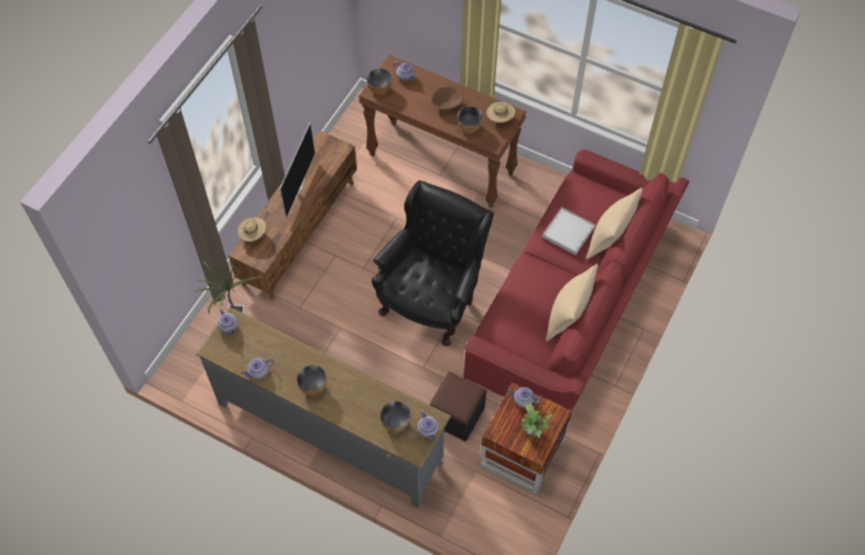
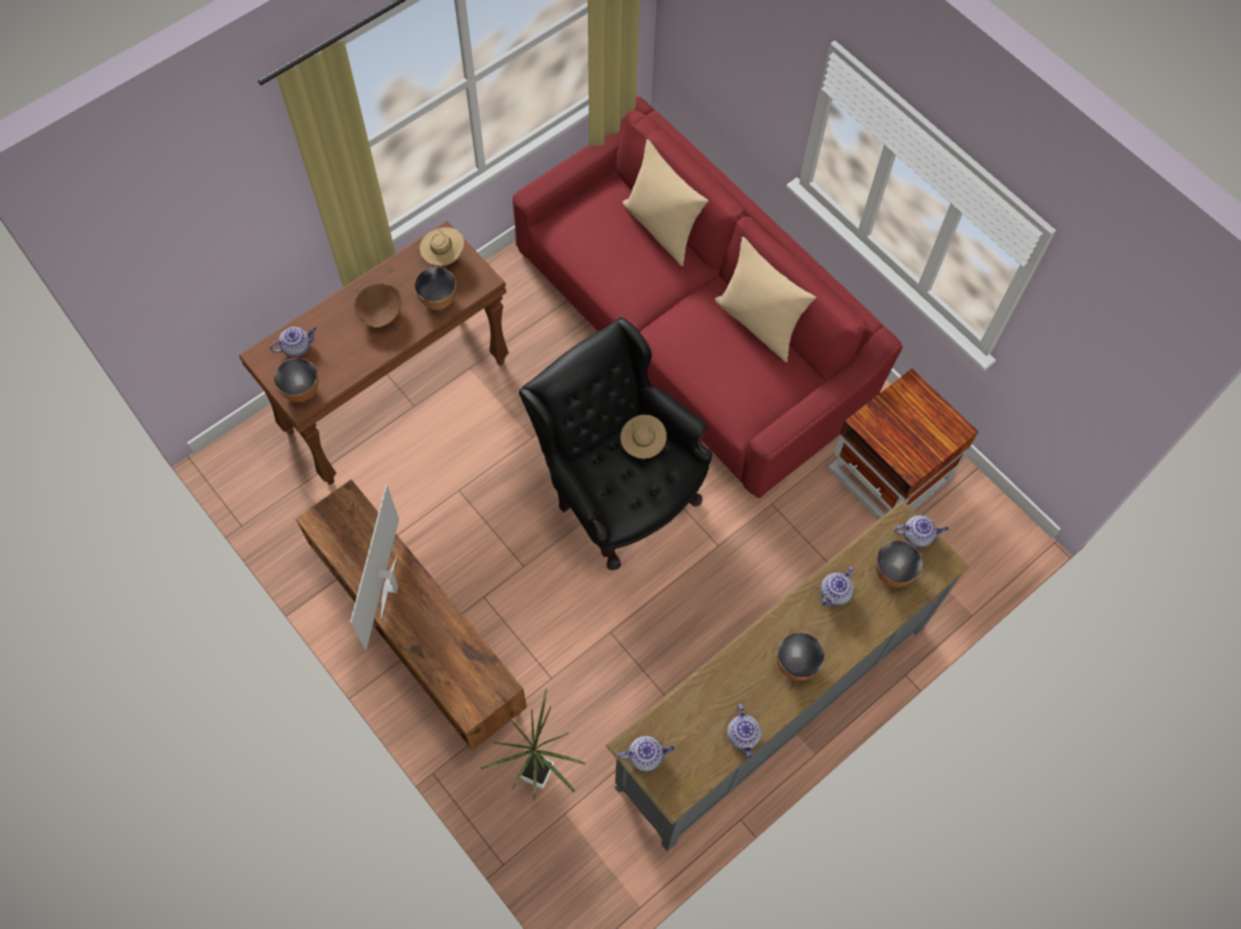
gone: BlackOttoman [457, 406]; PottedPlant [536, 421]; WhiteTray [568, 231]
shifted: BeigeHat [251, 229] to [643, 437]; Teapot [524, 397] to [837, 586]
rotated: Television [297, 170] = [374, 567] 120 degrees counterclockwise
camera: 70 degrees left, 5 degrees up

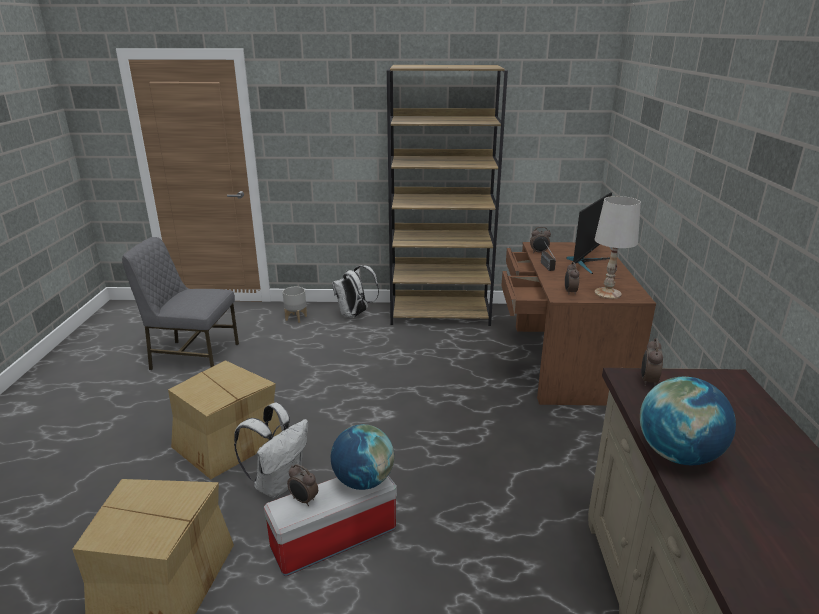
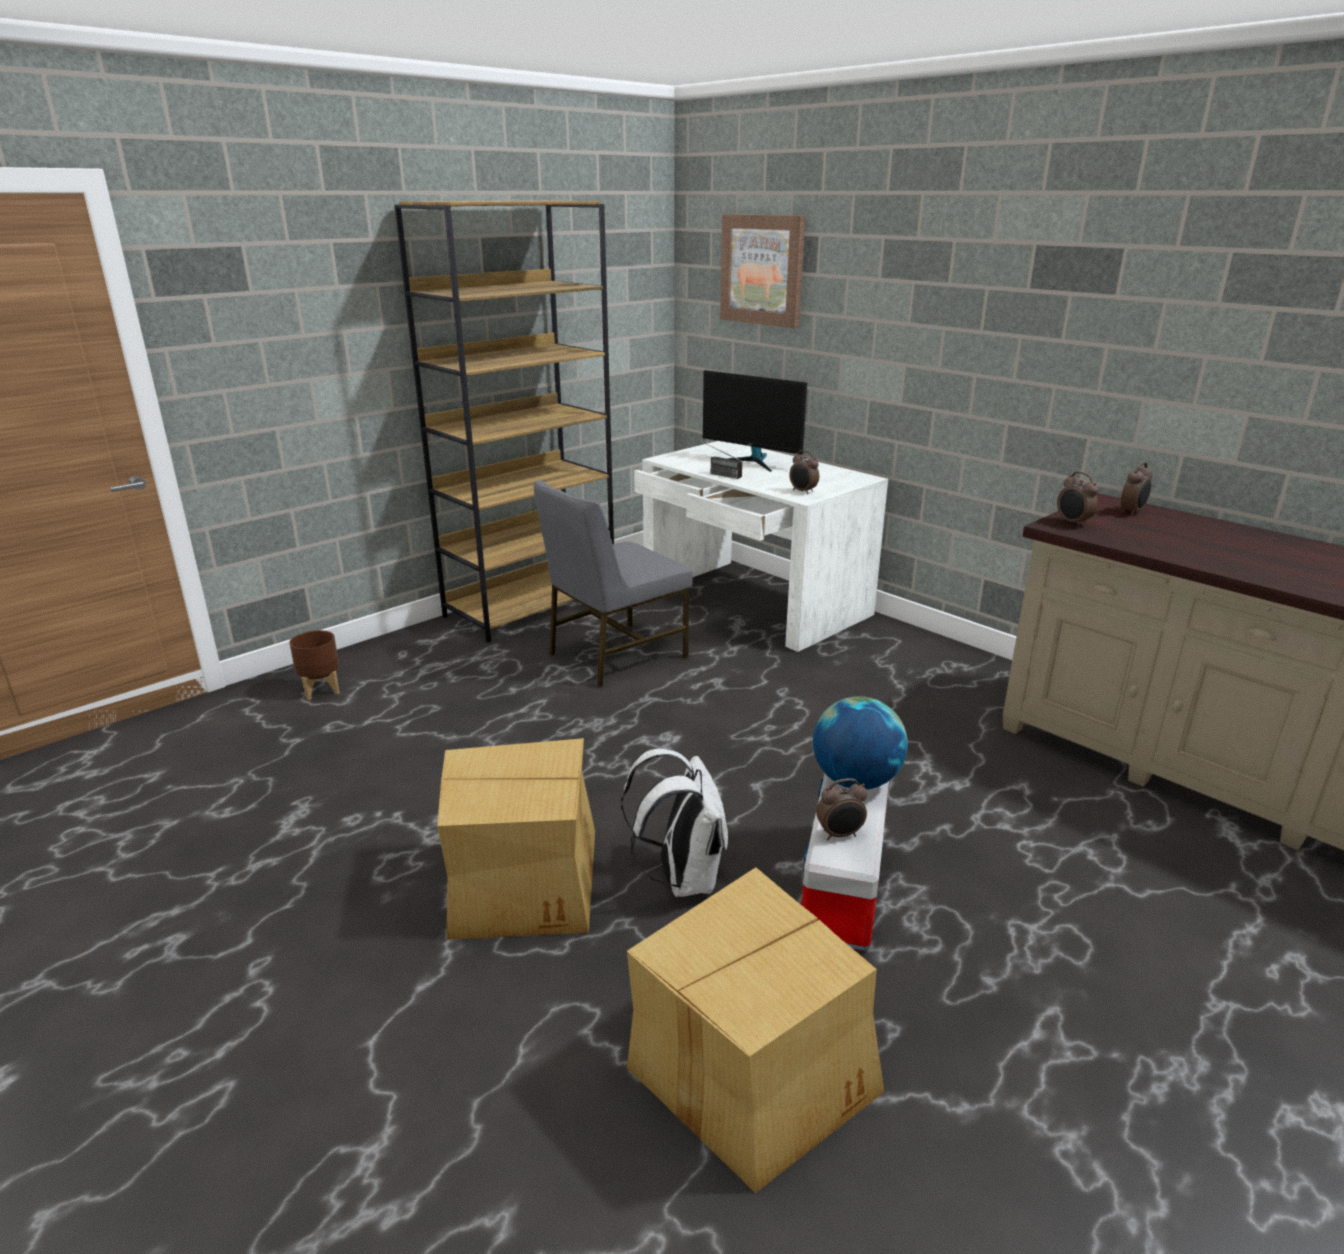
gone: WhiteBackpack [355, 291]; WhiteTableLamp [618, 247]; Globe [688, 421]
new: Picture [762, 271]
shifted: GreyChair [180, 303] to [613, 584]; AlarmClock [540, 240] to [1137, 488]
repainted: GreyPlanter [295, 305] to BrownPlanter [314, 665]; BrownDesk [578, 324] to WhiteDesk [761, 546]
rotated: Monitor [589, 233] = [754, 421] 135 degrees clockwise
camera: 45 degrees left, 0 degrees up

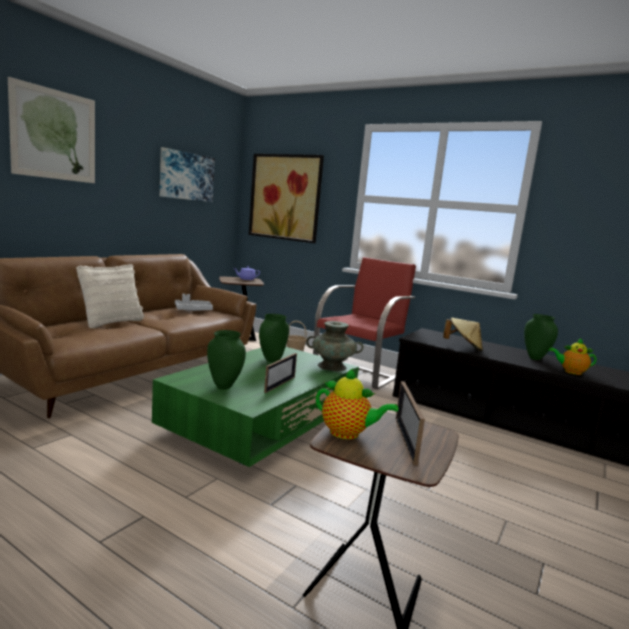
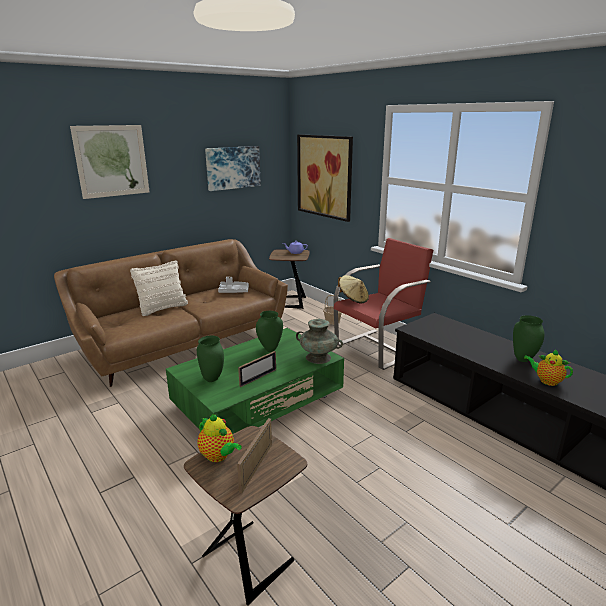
shifted: BeigeHat [463, 334] to [353, 289]
camera: 20 degrees right, 10 degrees up

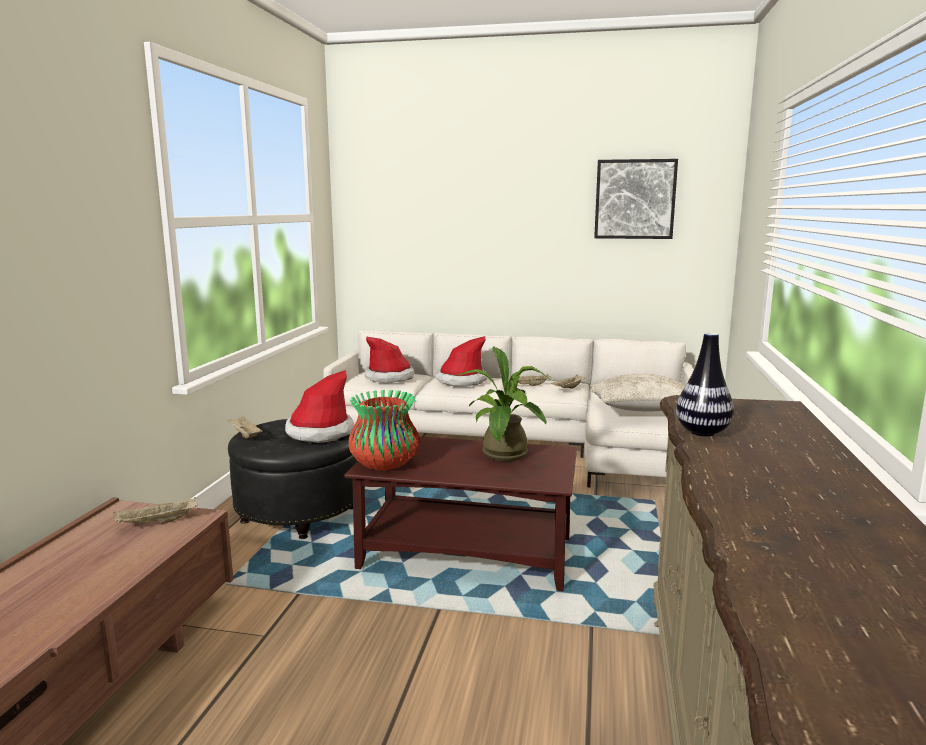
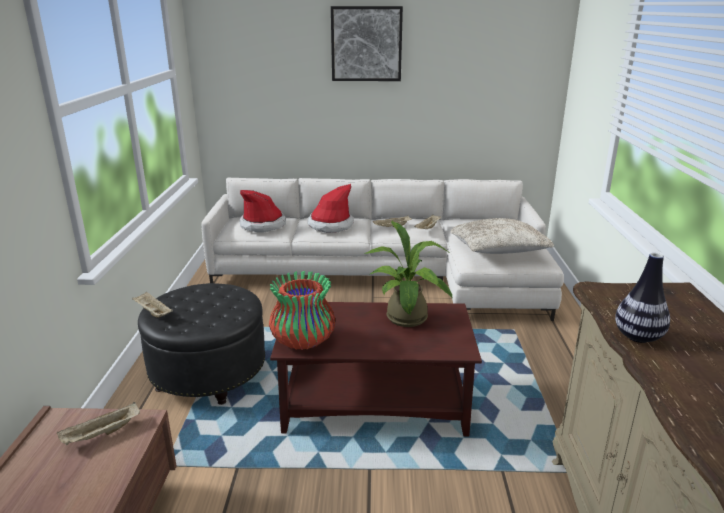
gone: Hat [319, 406]
shifted: Picture [636, 199] to [367, 43]
camera: 10 degrees left, 10 degrees up

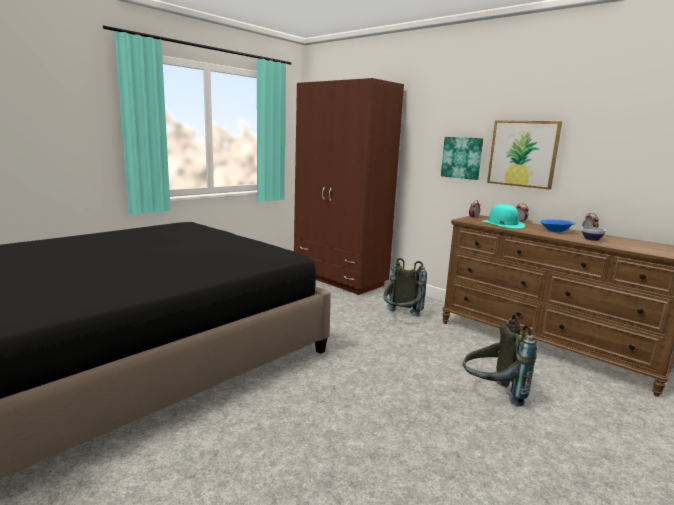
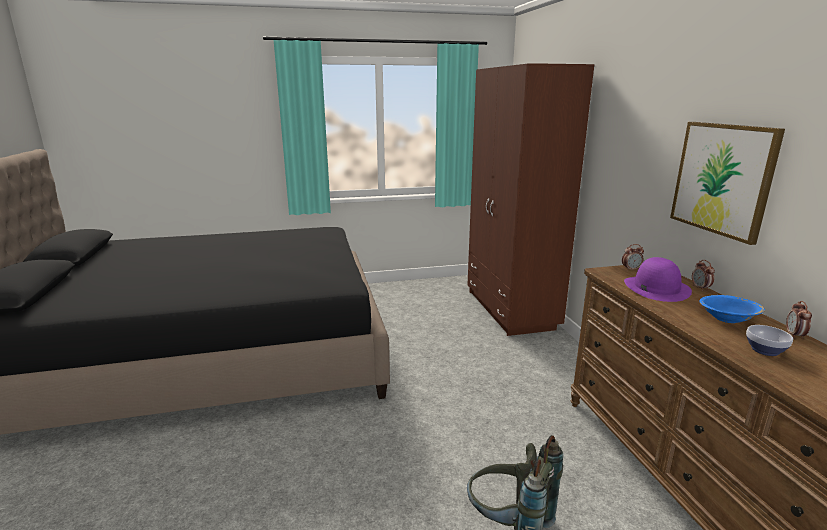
gone: GreyBackpack [405, 287]; Picture [462, 158]
repainted: TurquoiseHat [504, 216] to PurpleHat [658, 279]
camera: 35 degrees right, 5 degrees up

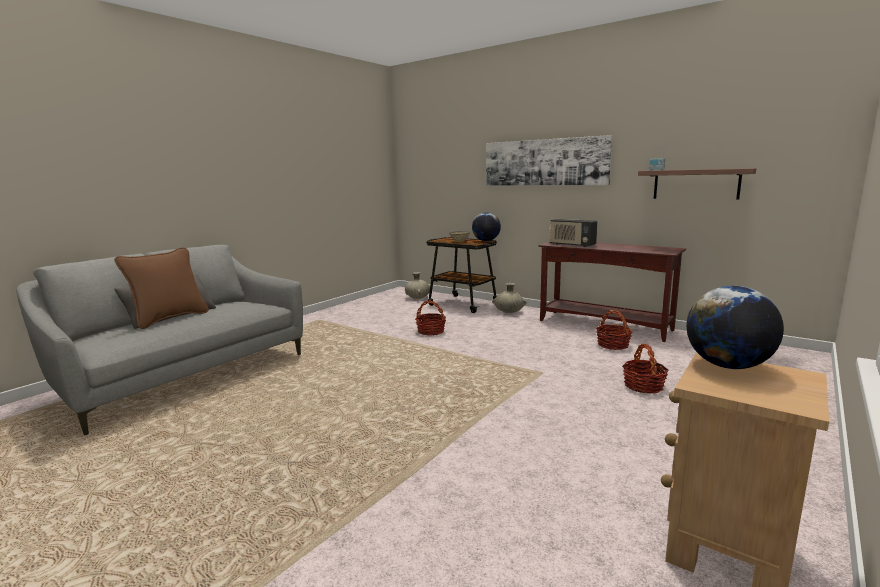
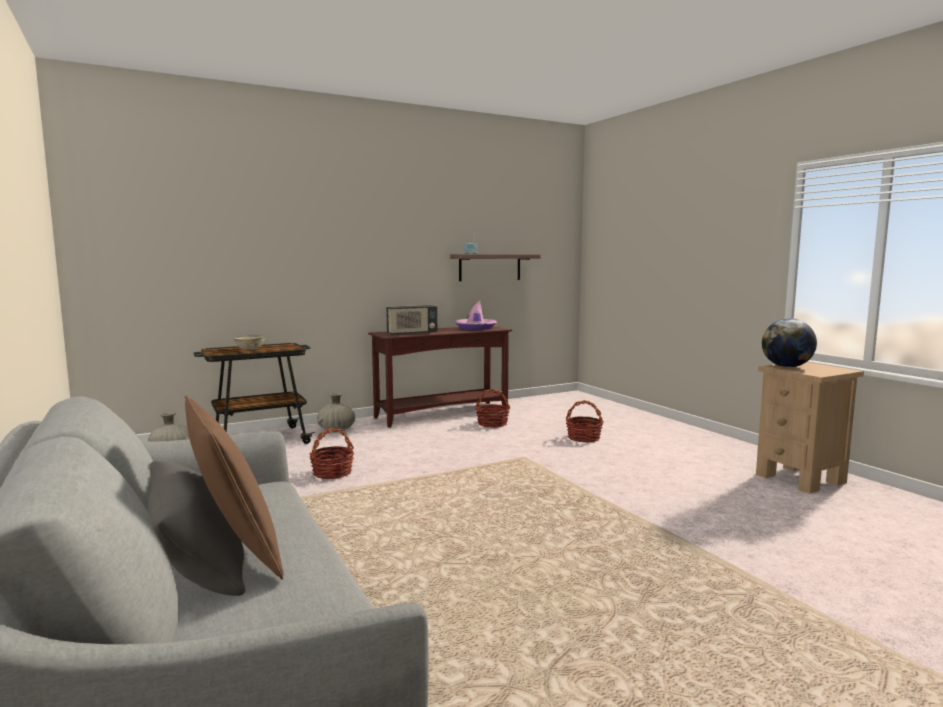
gone: Globe [486, 226]; Picture [549, 160]
new: PinkHat [476, 315]
camera: 65 degrees left, 5 degrees down

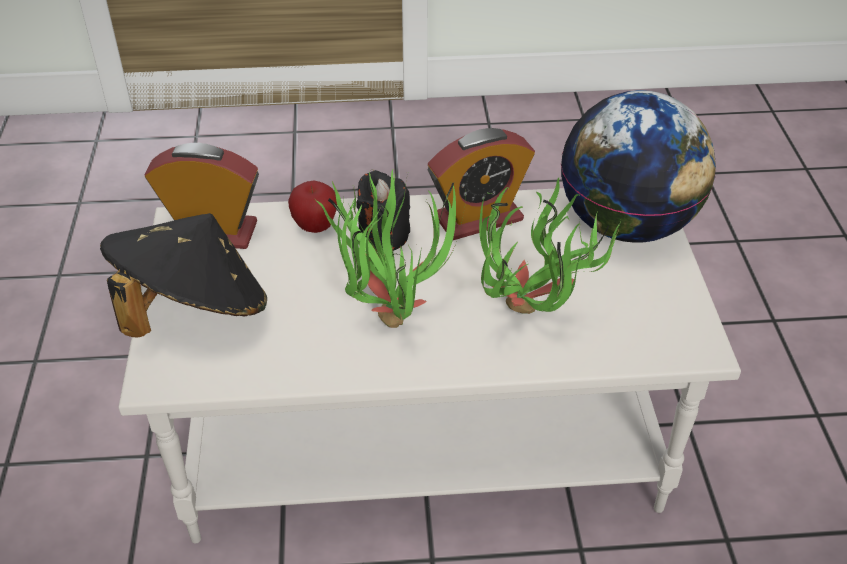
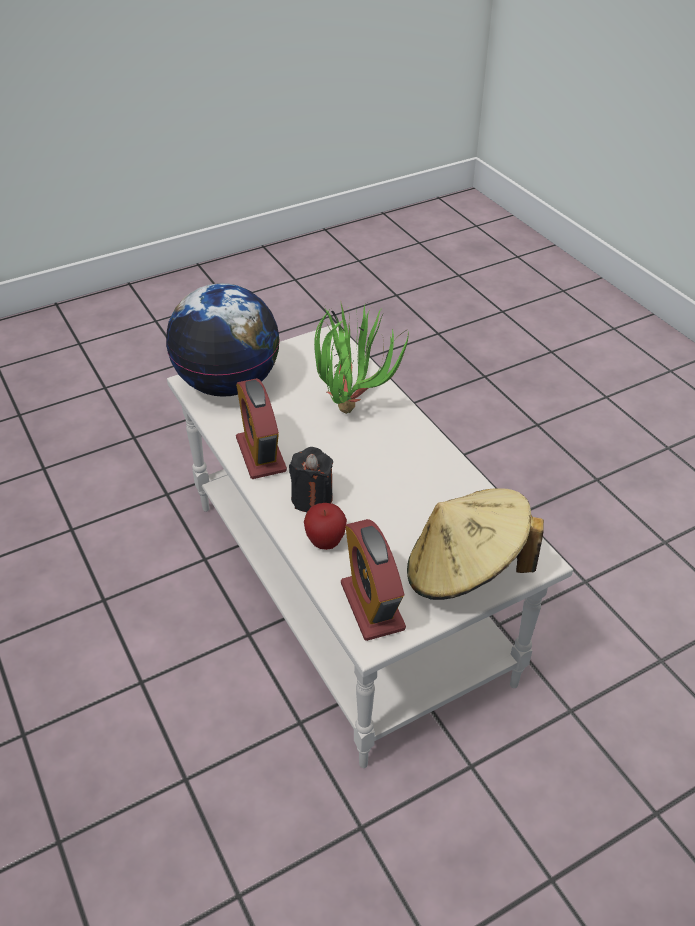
gone: PottedPlant [390, 249]
repainted: BlackHat [183, 275] to BeigeHat [475, 544]
rotated: AlarmClock [481, 184] = [261, 428] 150 degrees counterclockwise
camera: 115 degrees left, 0 degrees up

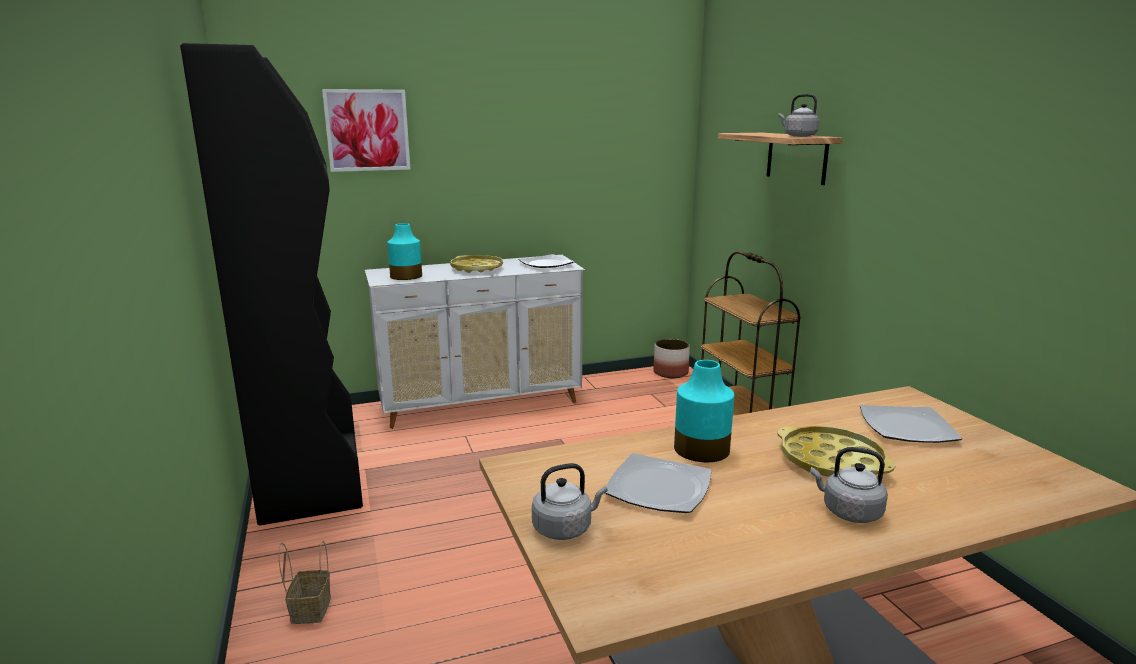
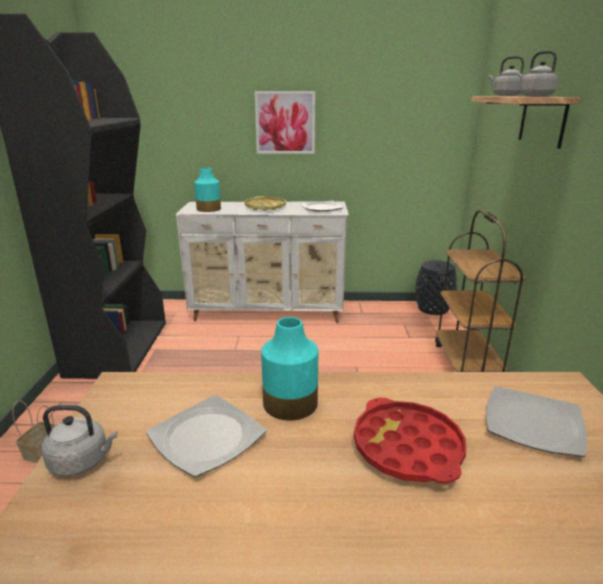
shifted: Picture [366, 130] to [285, 122]; GreyKettle [849, 485] to [506, 76]
swapped: Planter [671, 358] to BlackStool [436, 287]
repainted: YellowTray [836, 451] to RedTray [410, 441]
camera: 20 degrees right, 5 degrees up

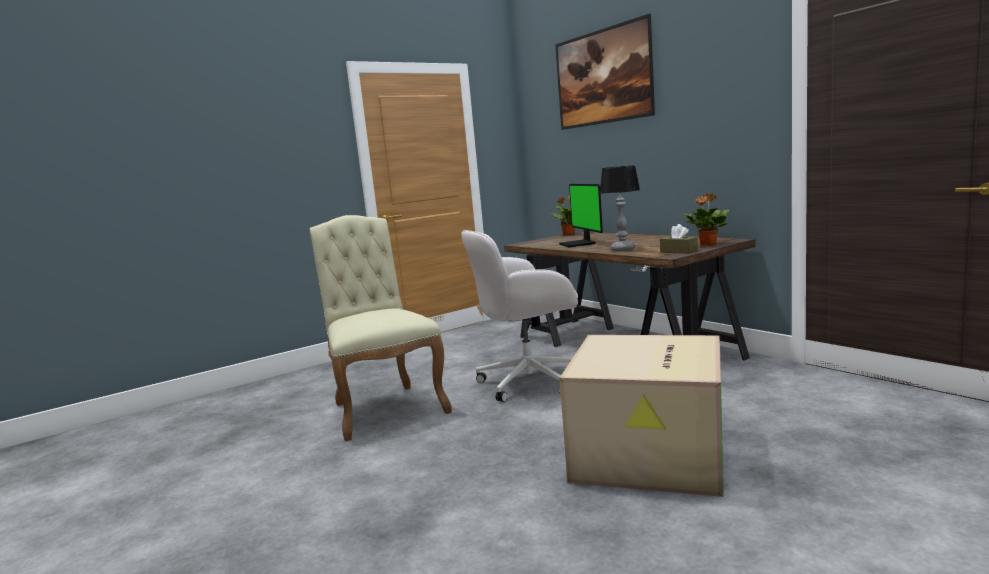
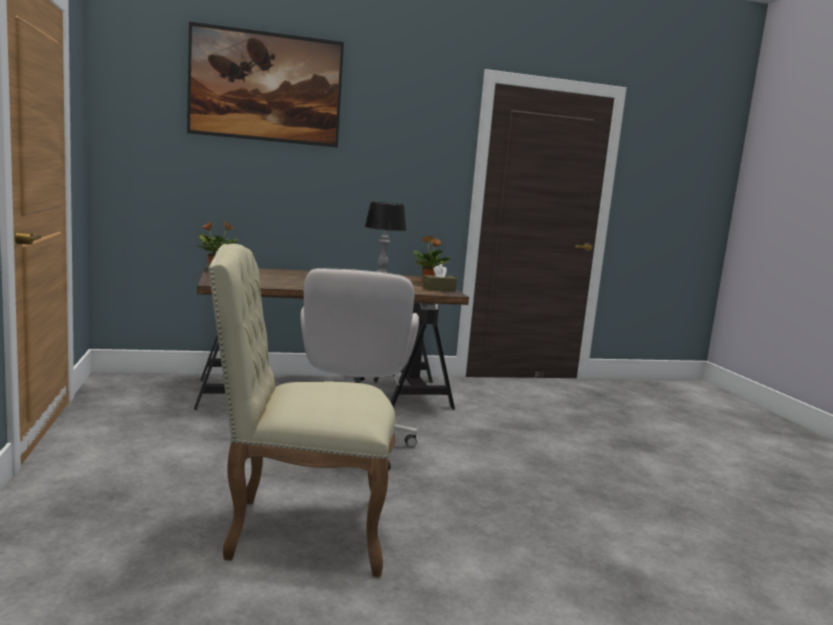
gone: Monitor [581, 215]; CardboardBox [642, 416]
camera: 70 degrees left, 0 degrees up

